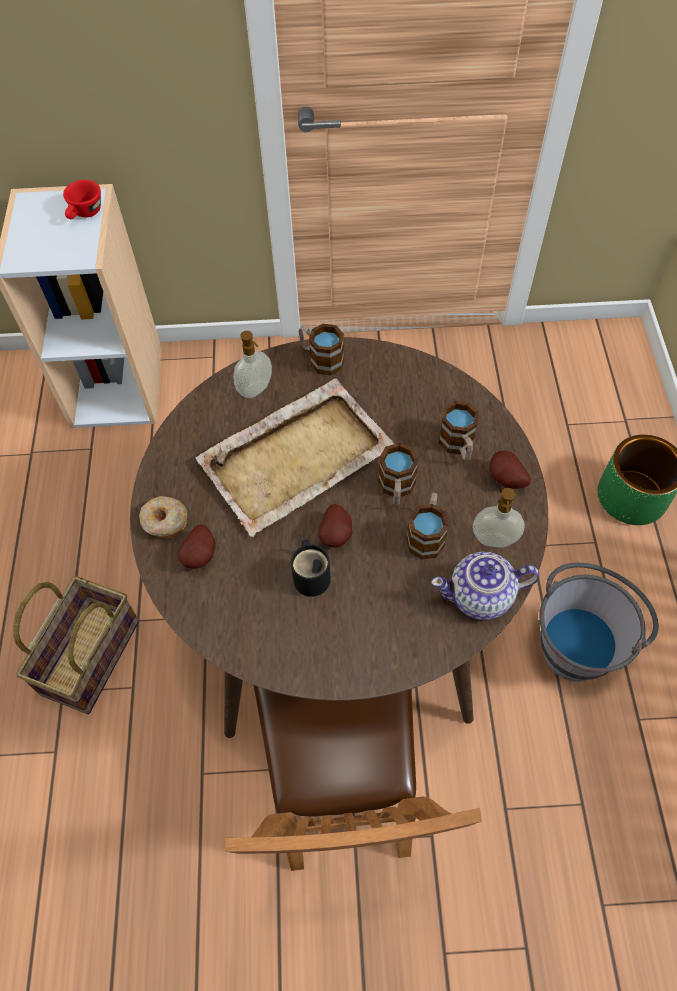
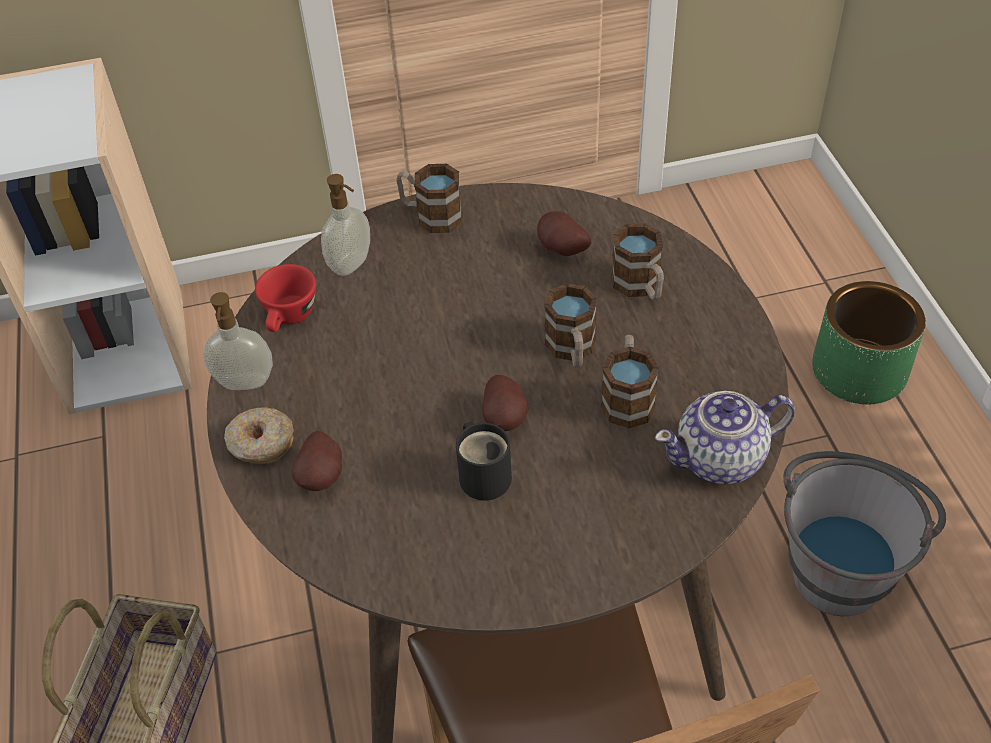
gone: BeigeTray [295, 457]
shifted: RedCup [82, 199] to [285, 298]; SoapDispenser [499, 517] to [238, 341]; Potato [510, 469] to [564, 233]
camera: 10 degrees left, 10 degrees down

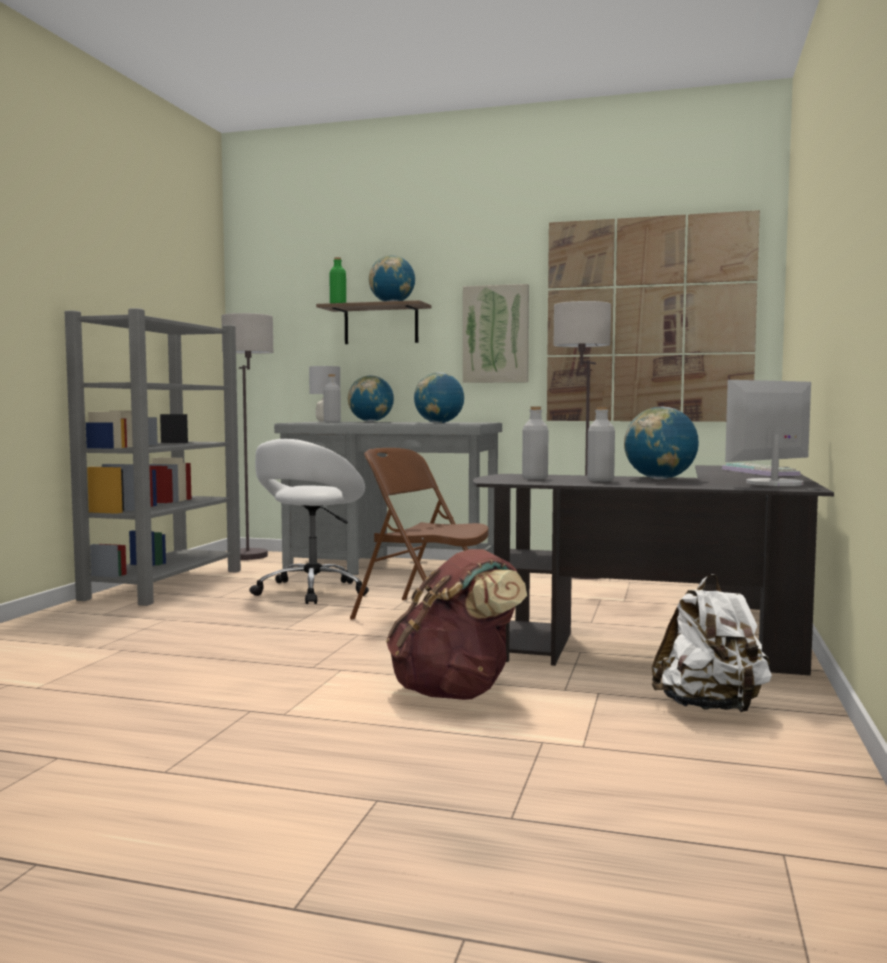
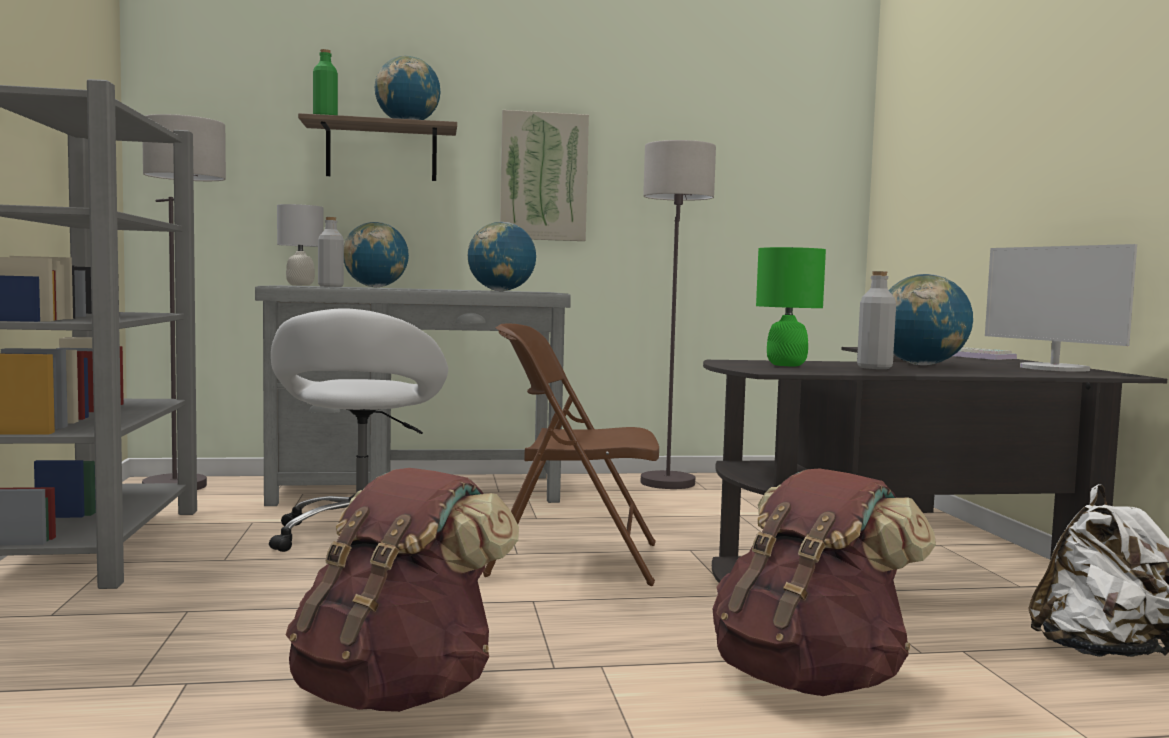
gone: Picture [653, 316]
new: BrownBackpack [402, 590]
swapped: GreyBottle [535, 443] to GreenTableLamp [791, 307]
rotated: Monitor [768, 433] = [1061, 308] 60 degrees counterclockwise
camera: 25 degrees left, 0 degrees up

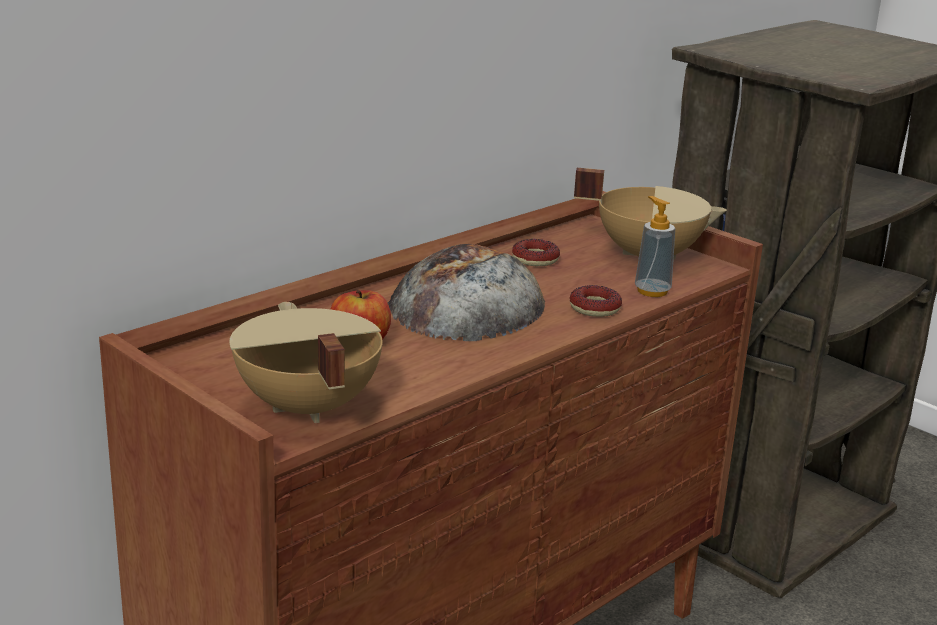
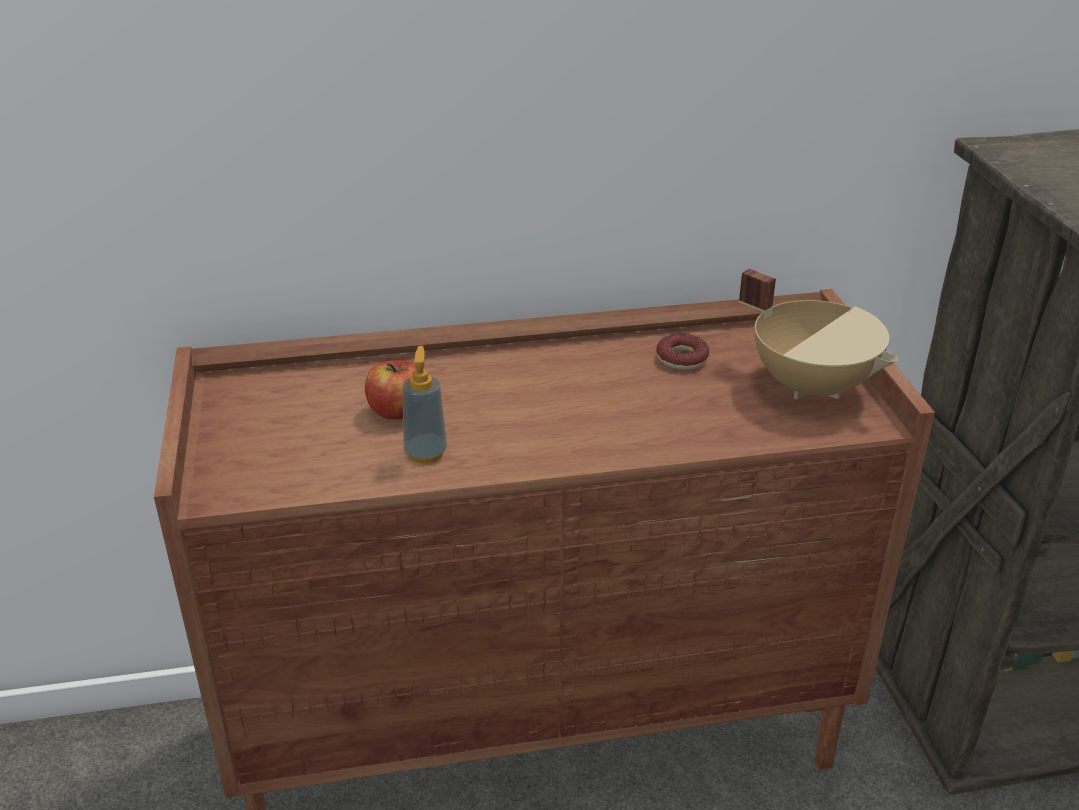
gone: BeigeCookingPot [306, 362]; Bread [466, 292]; Donut [596, 301]
shifted: SoapDispenser [655, 246] to [424, 404]
camera: 35 degrees right, 10 degrees up

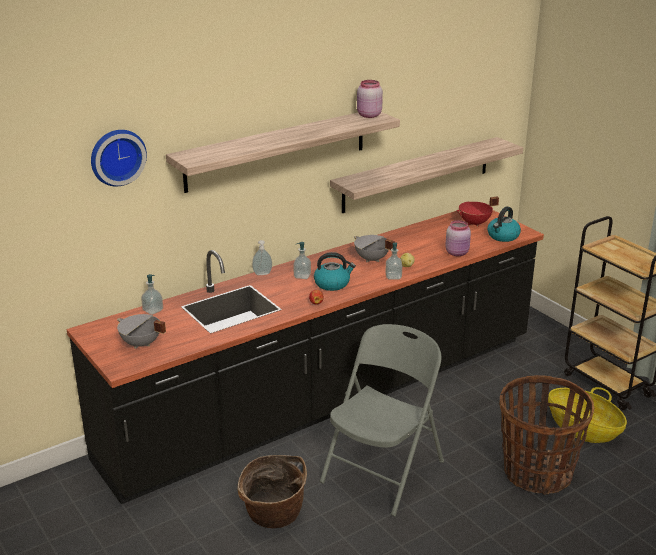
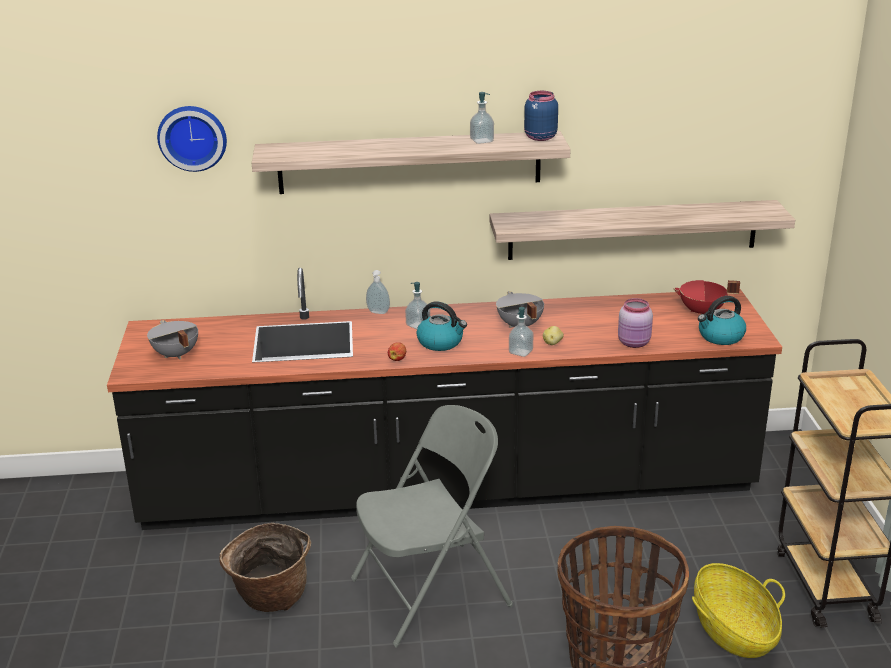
shifted: SoapDispenser [152, 294] to [482, 118]
repainted: PinkJar [370, 99] to BlueJar [541, 116]
camera: 30 degrees right, 0 degrees up

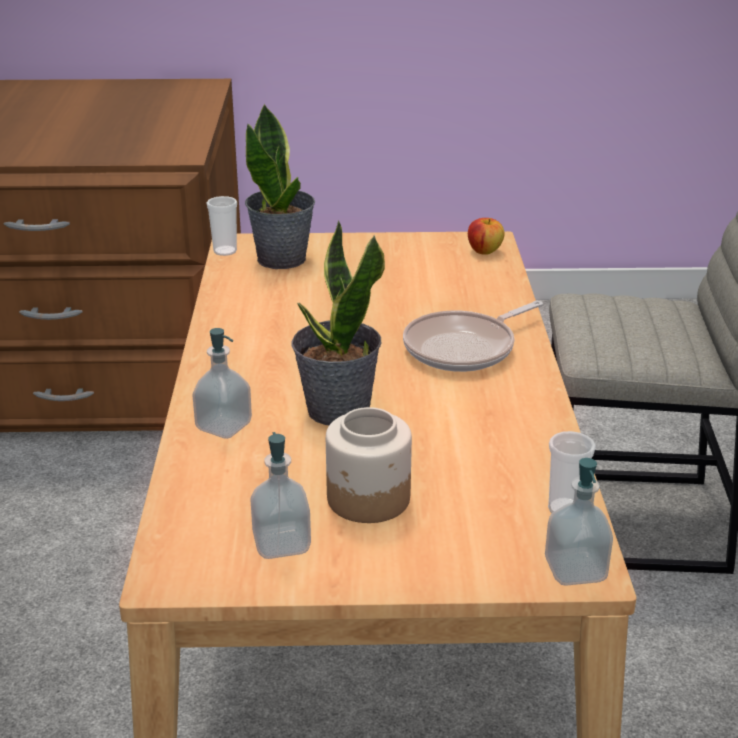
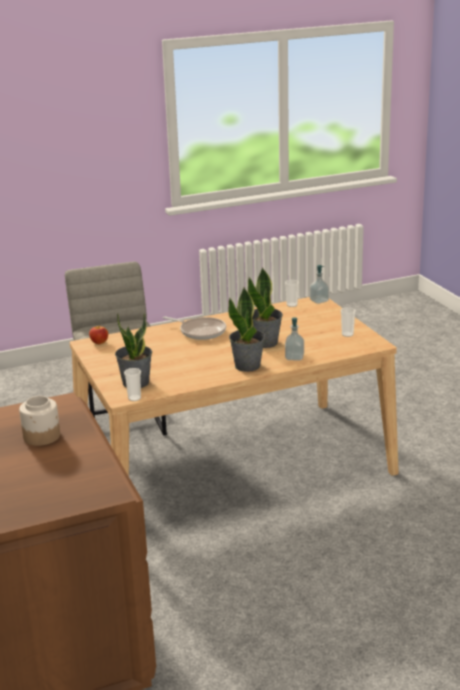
new: PottedPlant [246, 329]
shifted: Jar [369, 465] to [39, 421]
swapped: SoapDispenser [280, 495] to Cup [348, 322]
camera: 110 degrees left, 5 degrees down

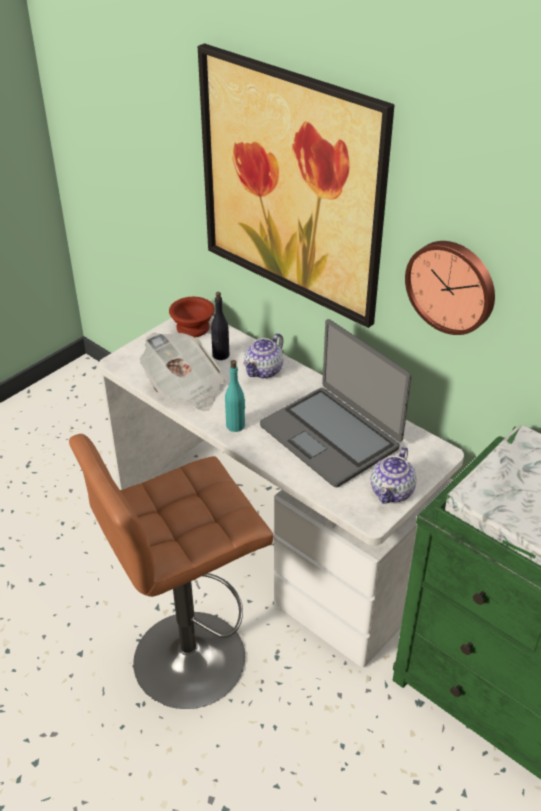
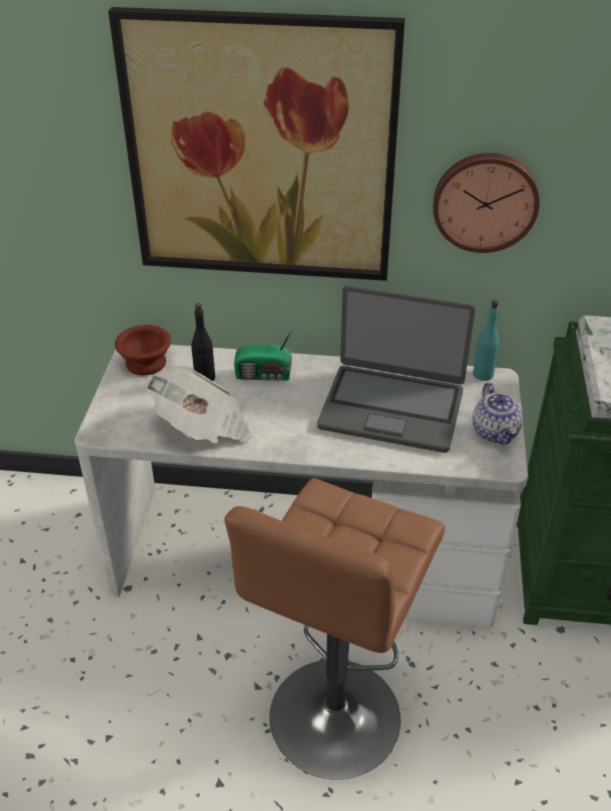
shifted: TurquoiseBottle [235, 396] to [486, 340]
swapped: Teapot [263, 356] to Radio [264, 352]
camera: 35 degrees left, 0 degrees up

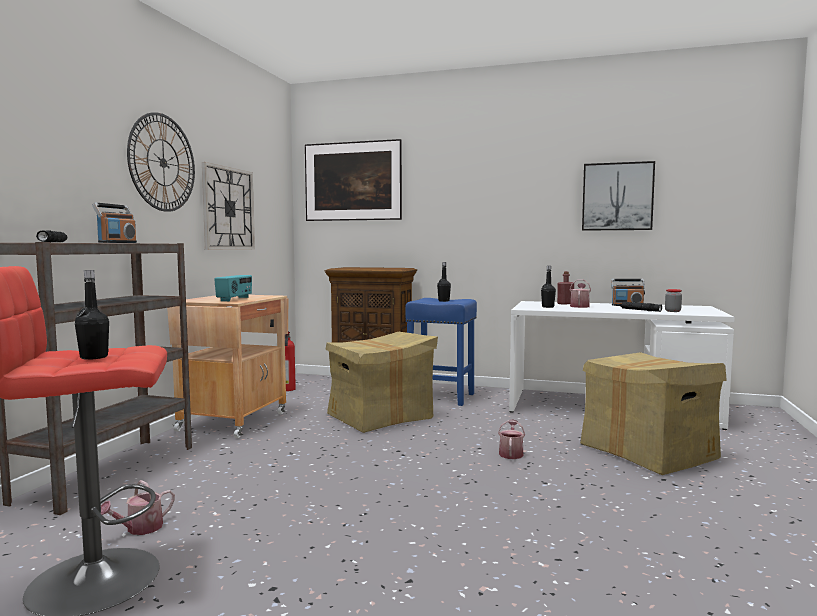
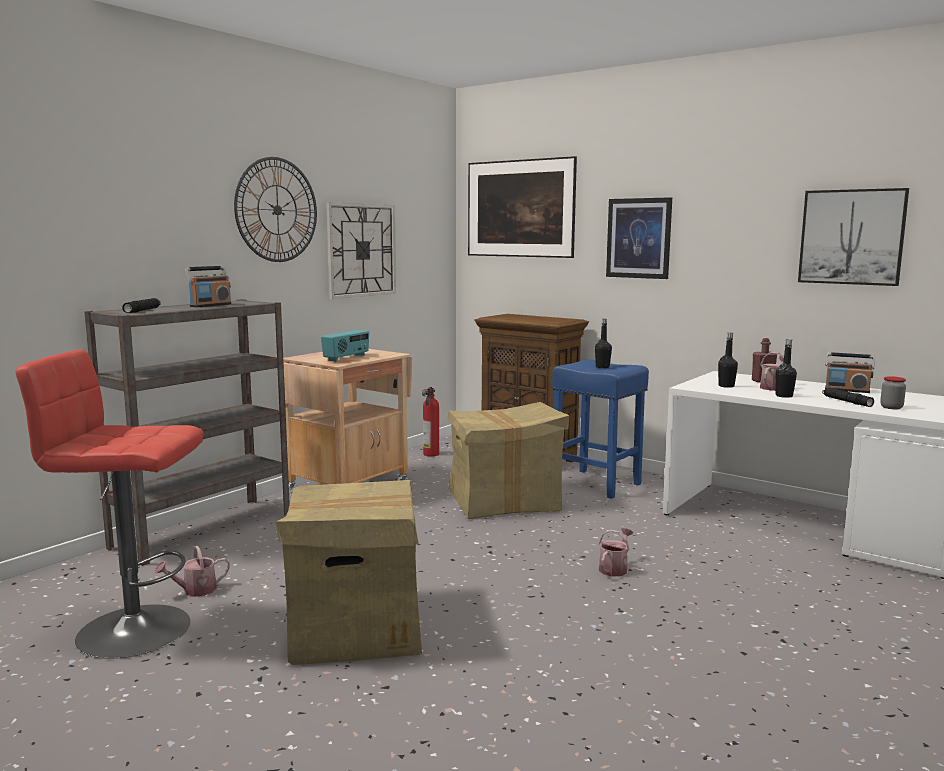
new: Picture [639, 238]
shifted: BlackBottle [92, 315] to [786, 368]; CardboardBox [653, 413] to [349, 572]
camera: 20 degrees right, 5 degrees up

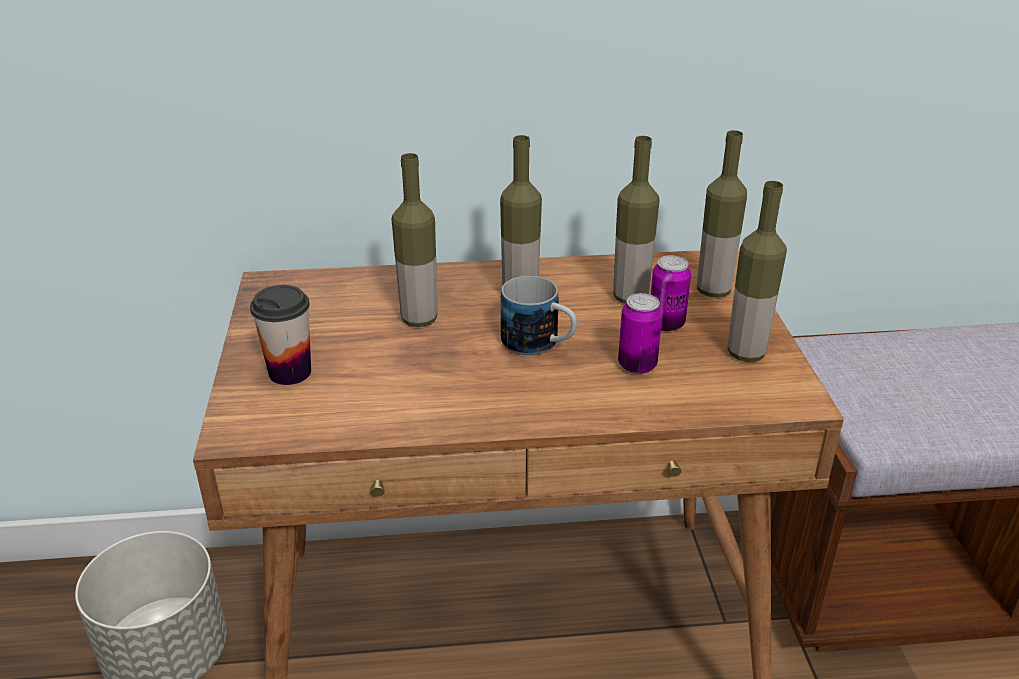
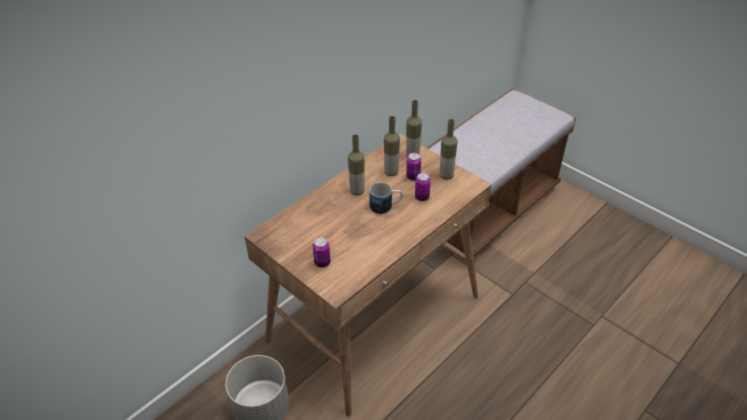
gone: Bottle [414, 240]
swapped: Cup [280, 335] to Can [321, 252]
camera: 40 degrees left, 10 degrees up

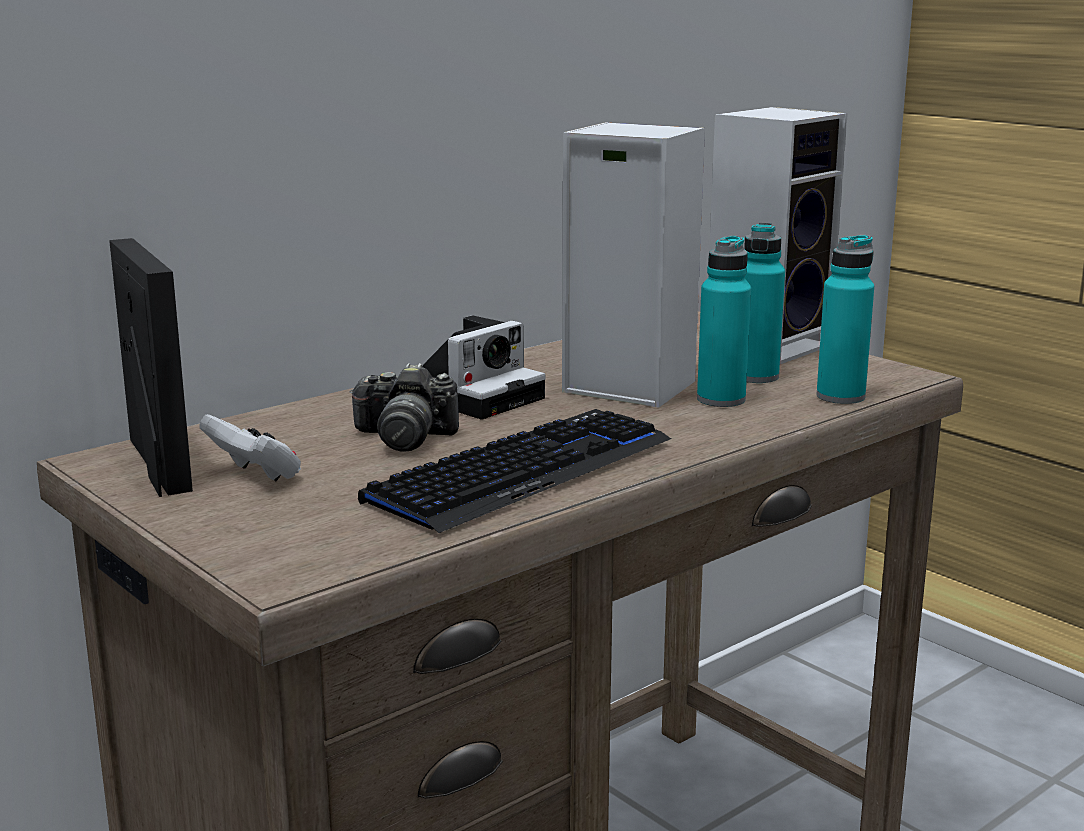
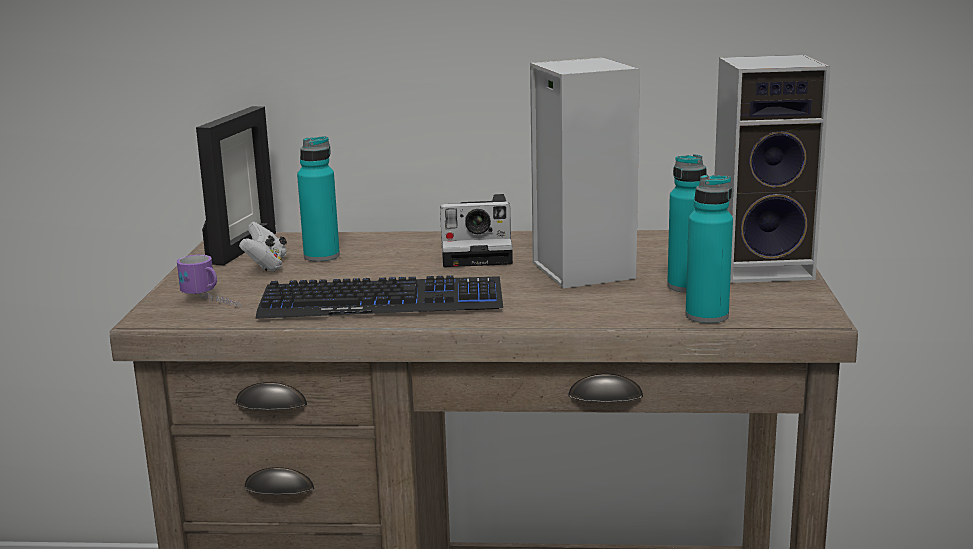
gone: PhotoCamera [404, 407]
new: Mug [209, 281]
shifted: TurquoiseBottle [724, 321] to [318, 199]
camera: 45 degrees right, 0 degrees up

